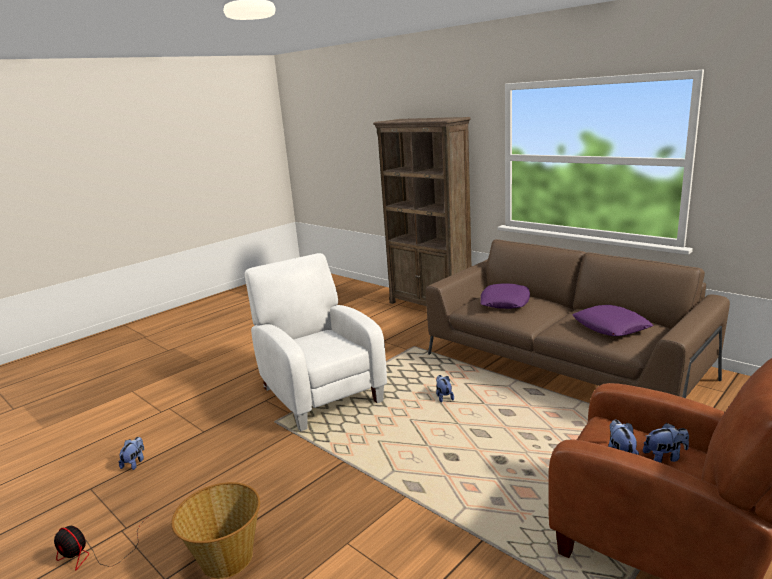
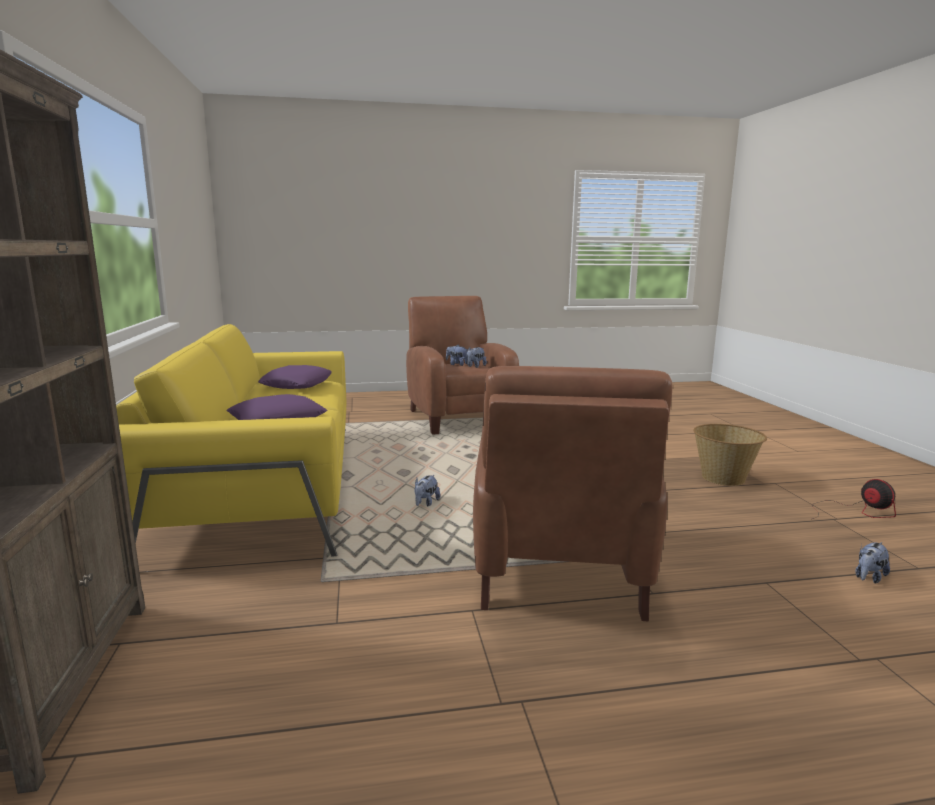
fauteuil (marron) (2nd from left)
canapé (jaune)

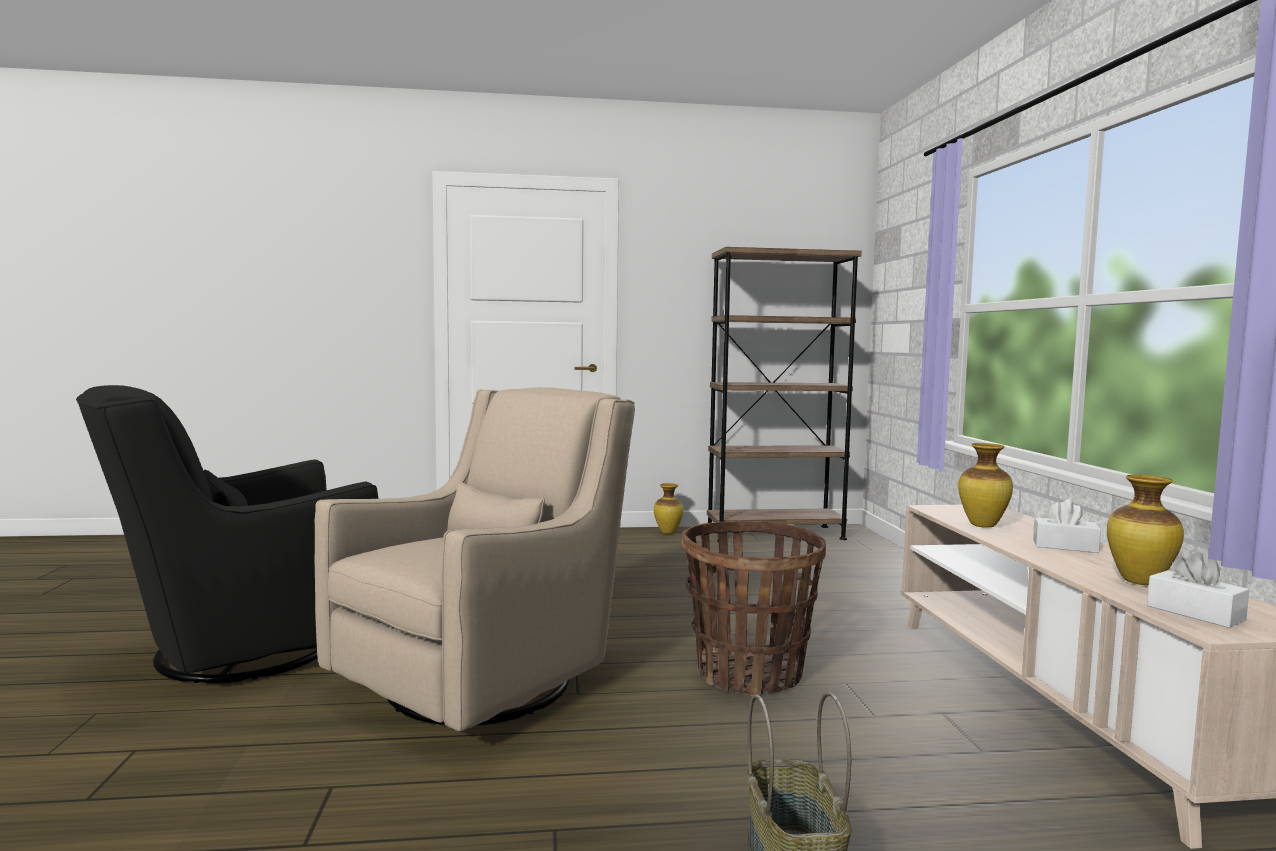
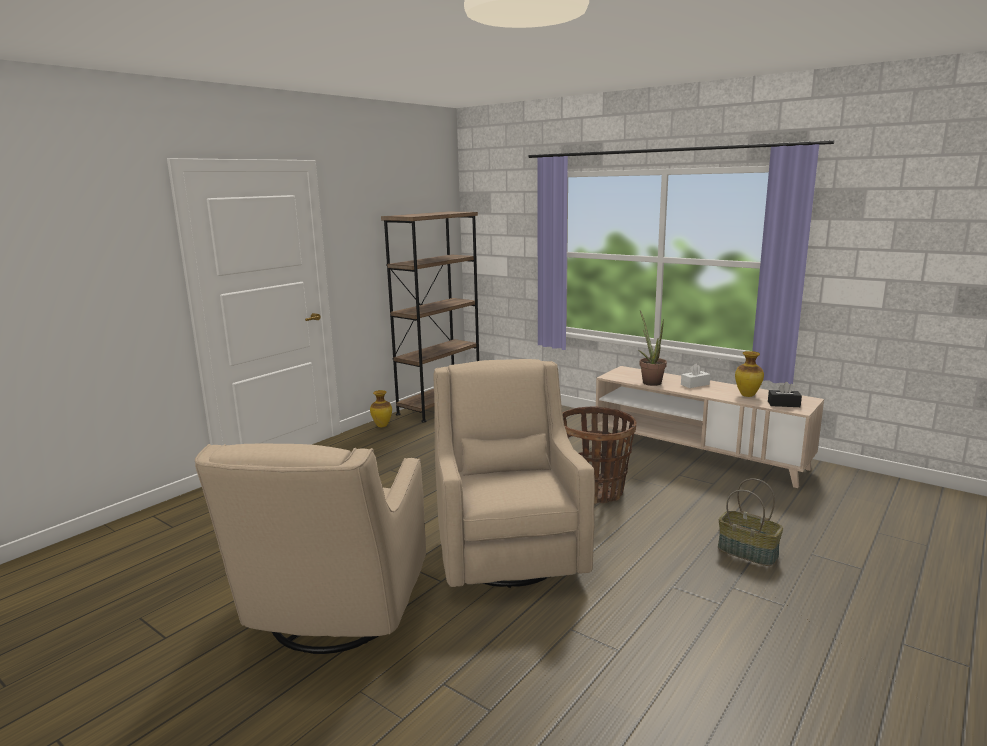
fauteuil (beige) (1st from left)
plante en pot
boîte à mouchoirs (noir)

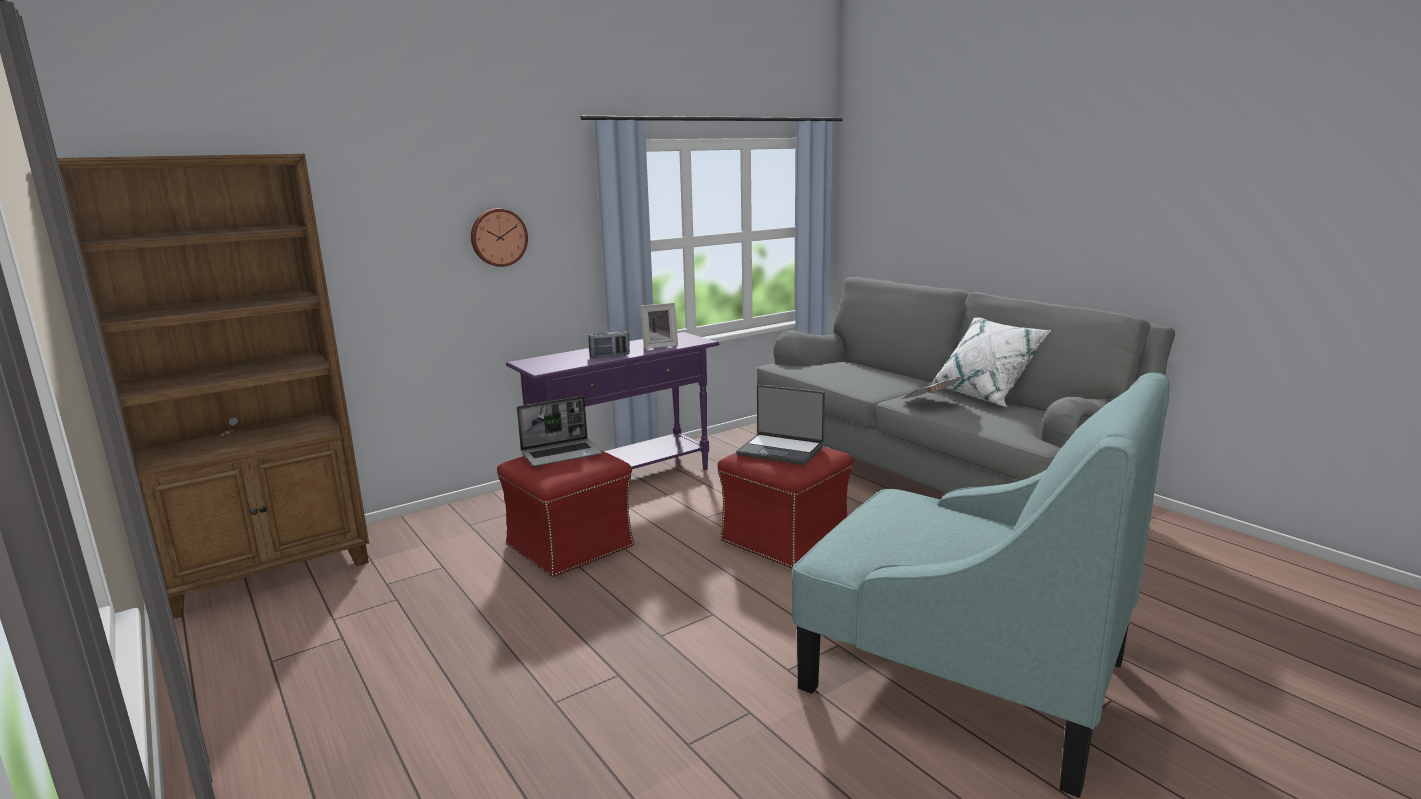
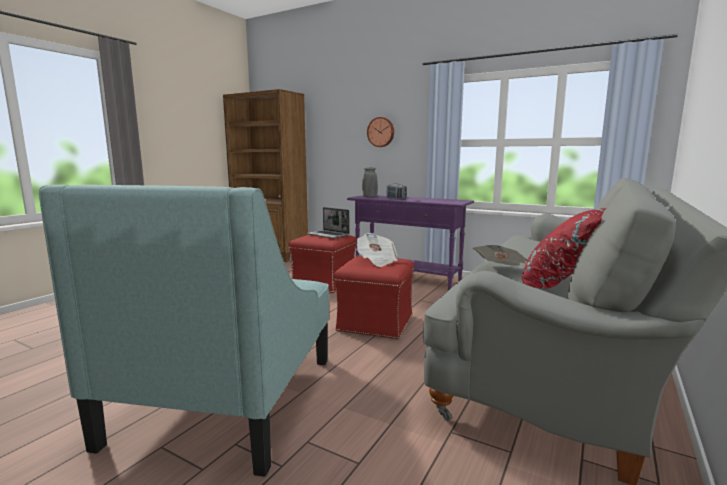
cadre photo
journal (1st from left)
coussin (rouge)
vase (gris)

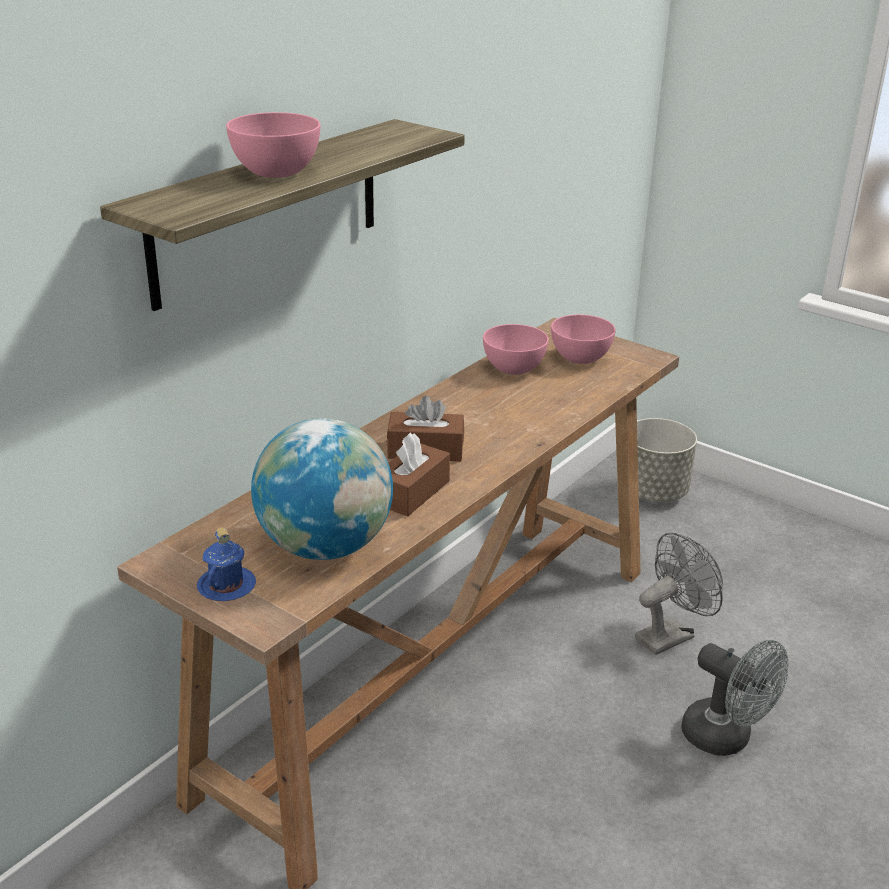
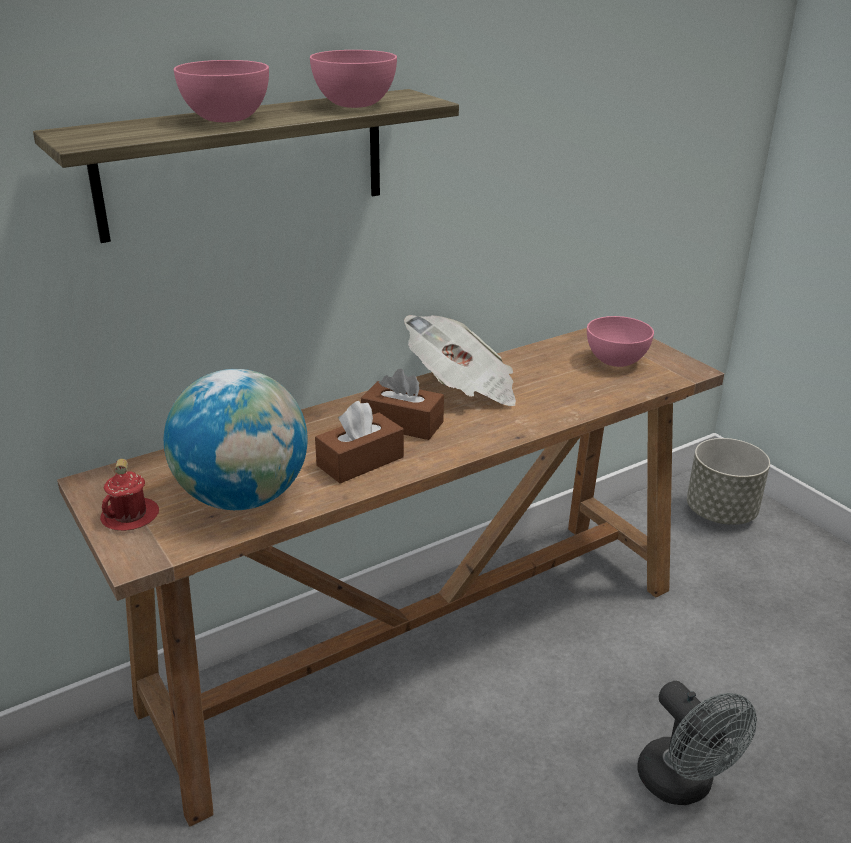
mug (rouge)
bol (rose) (2nd from left)
ventilateur (gris) (1st from left in the first image)
journal

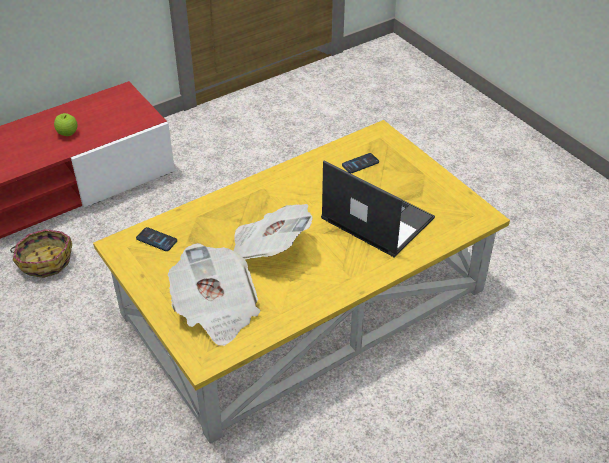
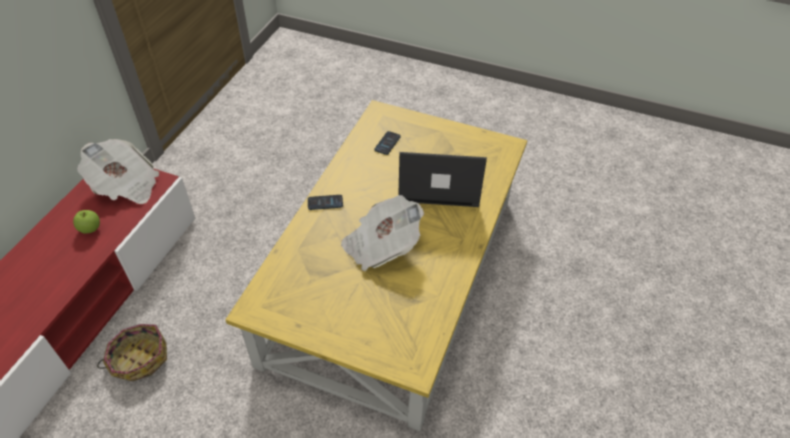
téléphone (1st from left)
journal (1st from left)

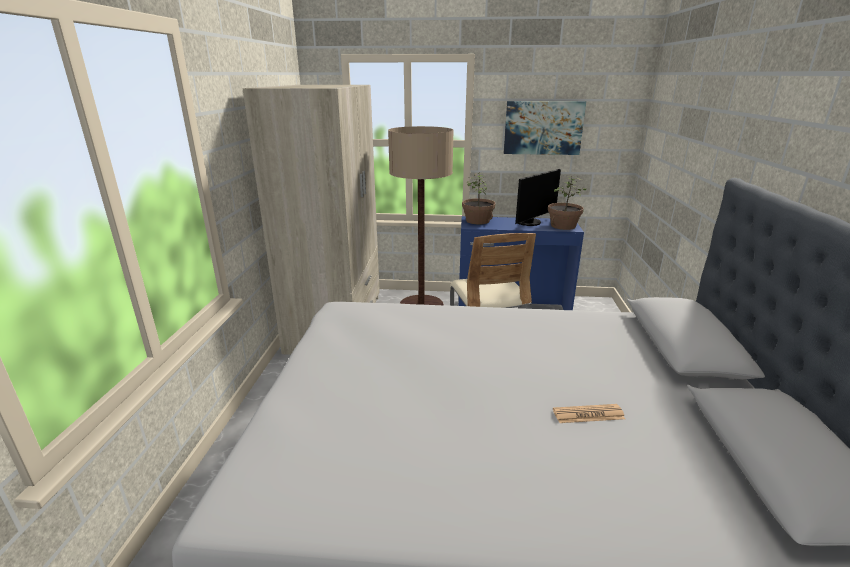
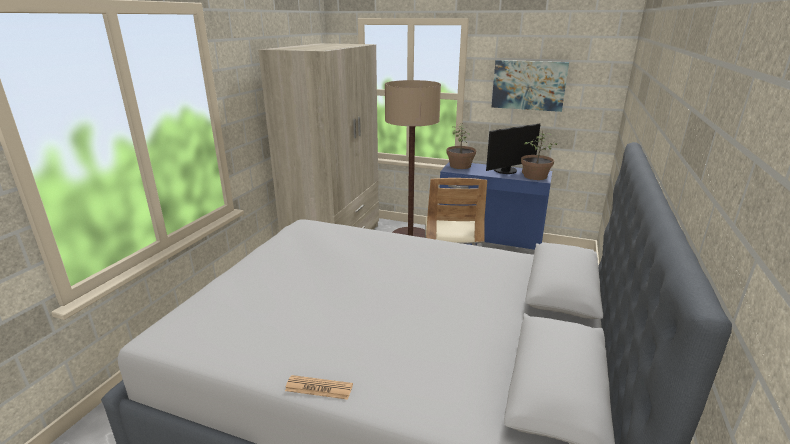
journal

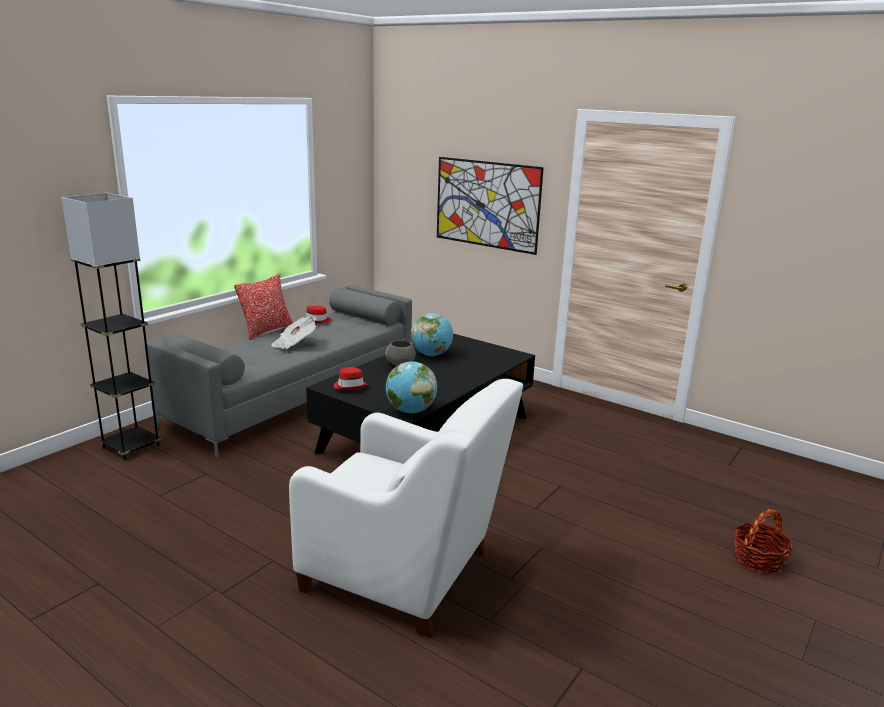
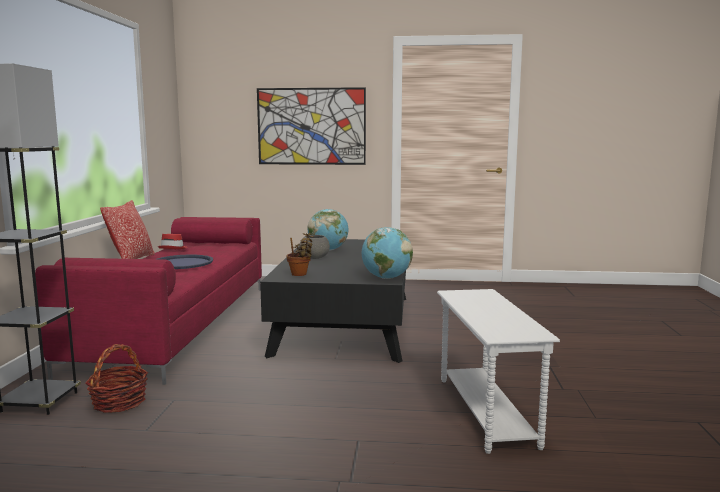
canapé (rouge)
plateau (bleu)
table d'appoint (blanc)
plante en pot
panier

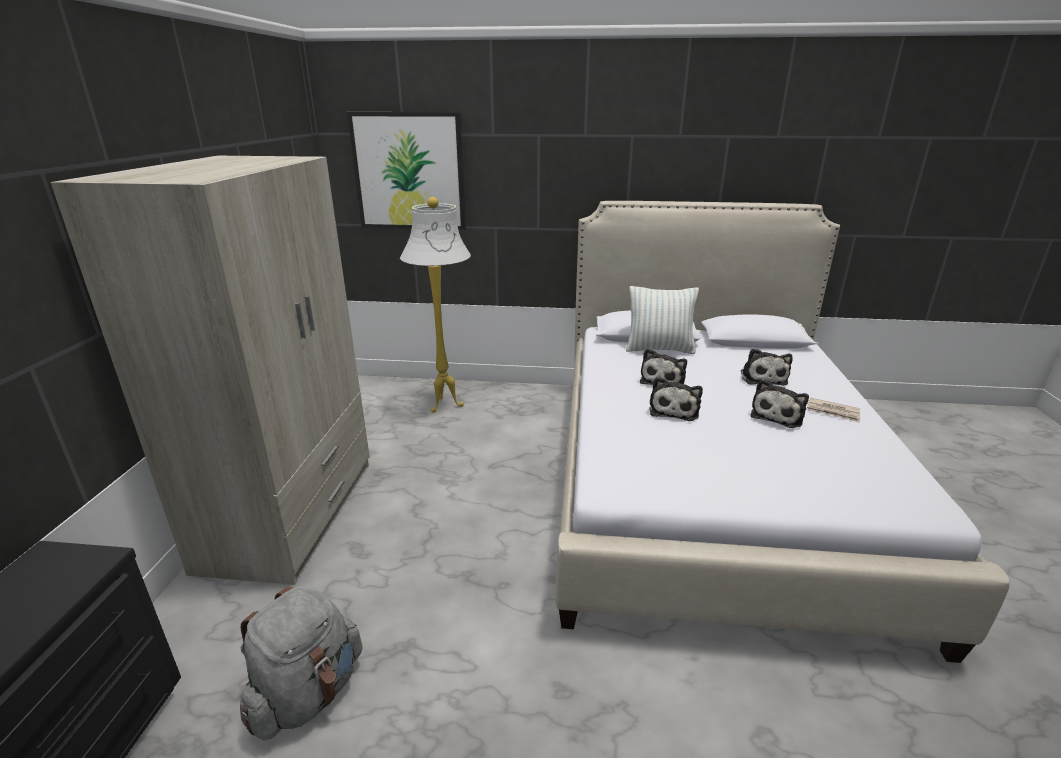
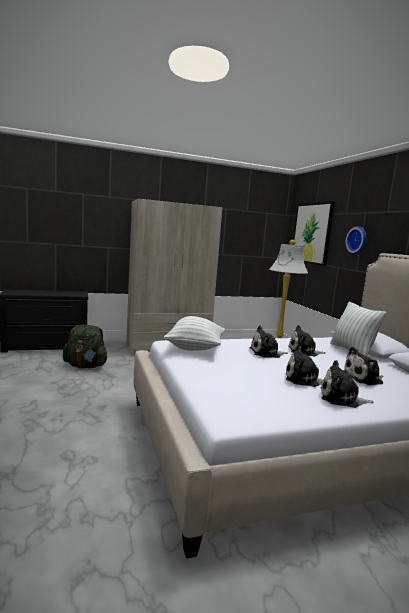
sac à dos (vert)
peluche (4th from left)
coussin (1st from left)
horloge murale

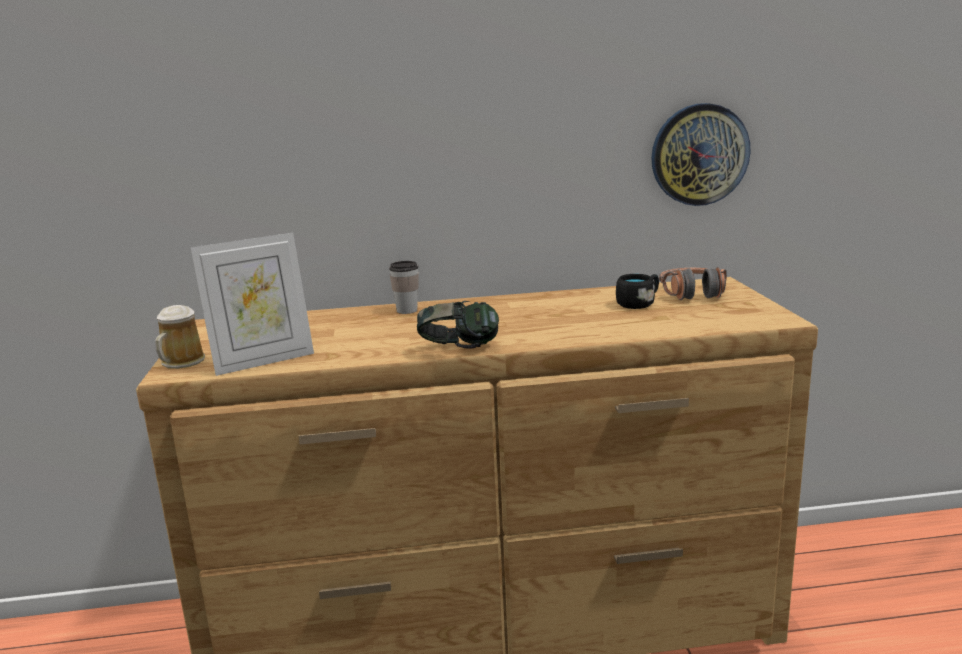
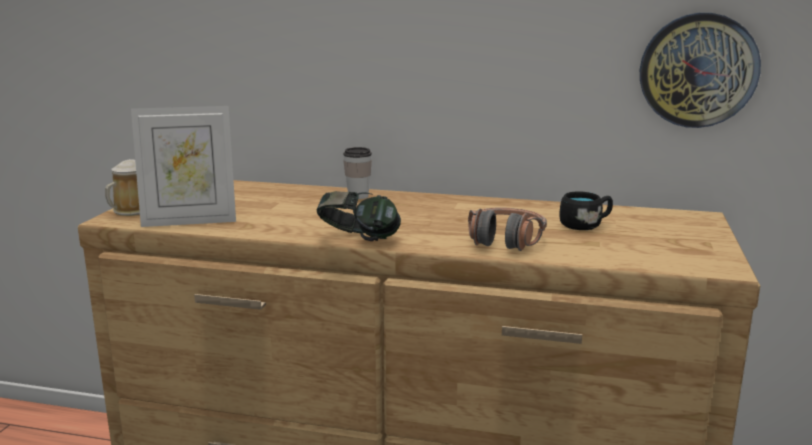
casque audio (2nd from left)

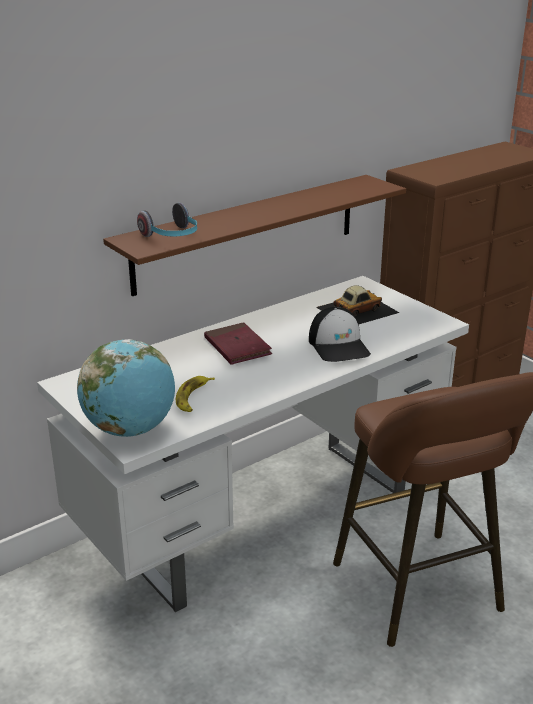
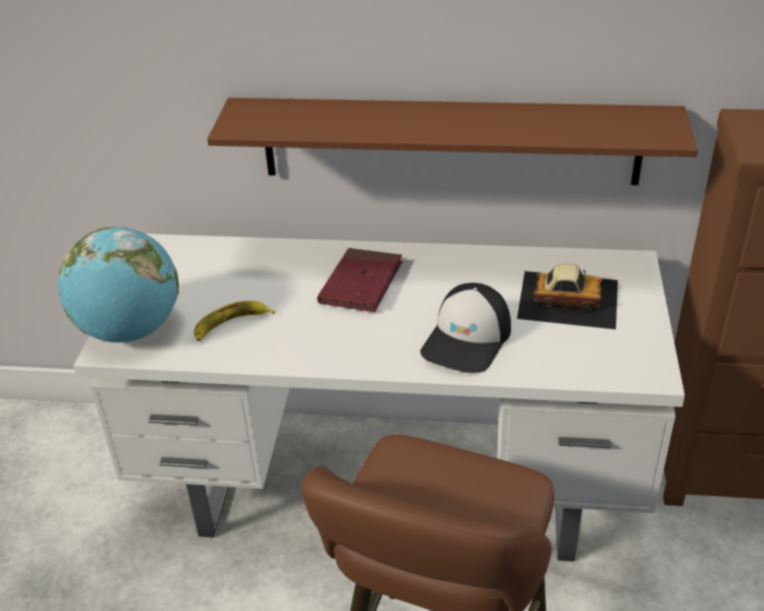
casque audio

